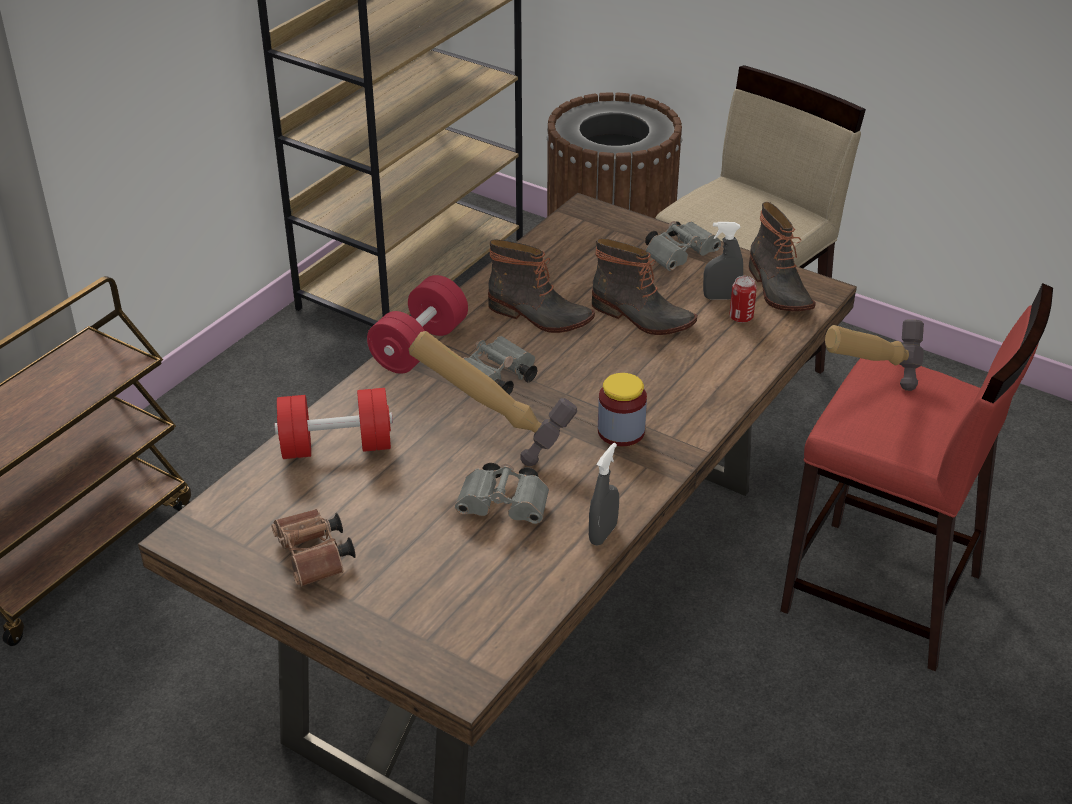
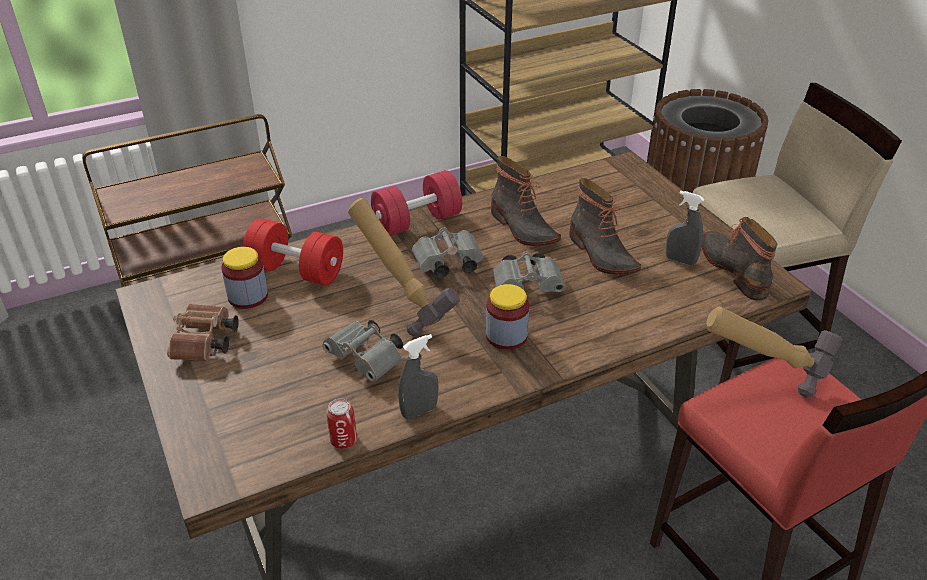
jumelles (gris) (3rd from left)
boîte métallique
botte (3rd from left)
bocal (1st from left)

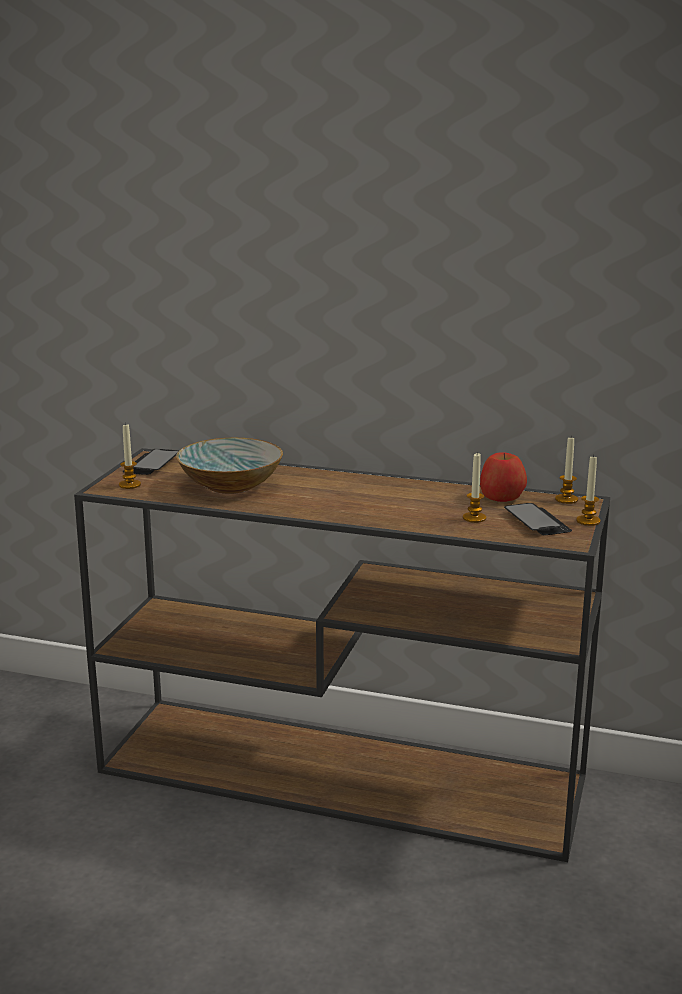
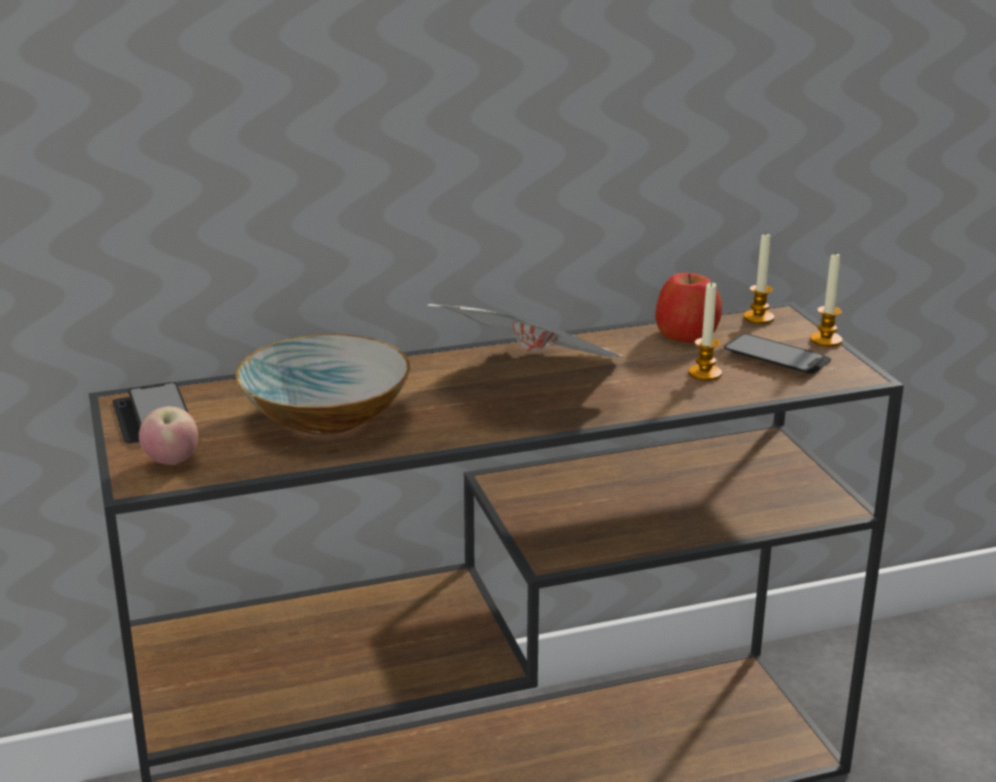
pomme (1st from left)
journal

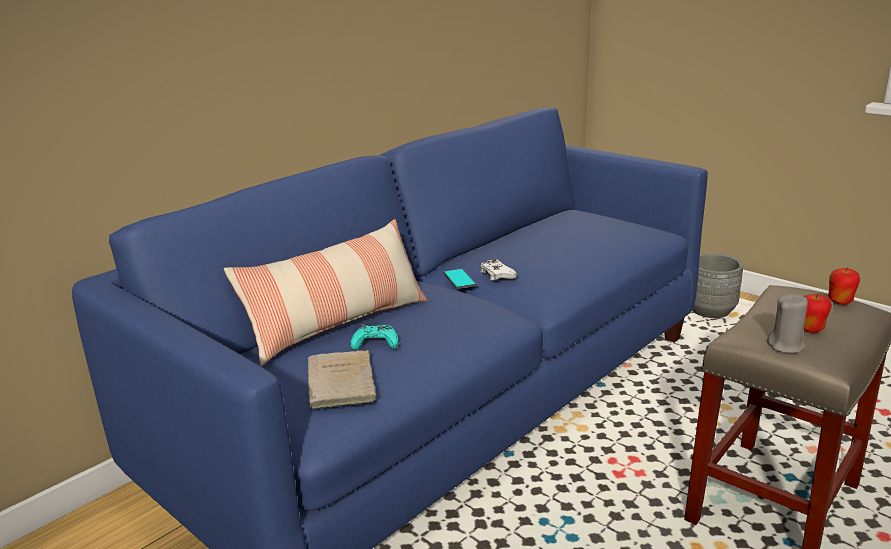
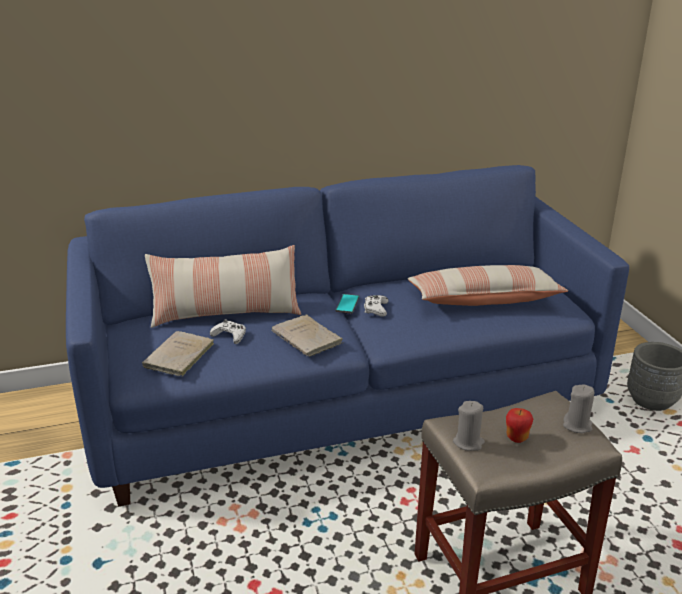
manette (blanc) (1st from left)
bougie (gris) (2nd from left)
livre (beige) (2nd from left)
coussin (2nd from left)

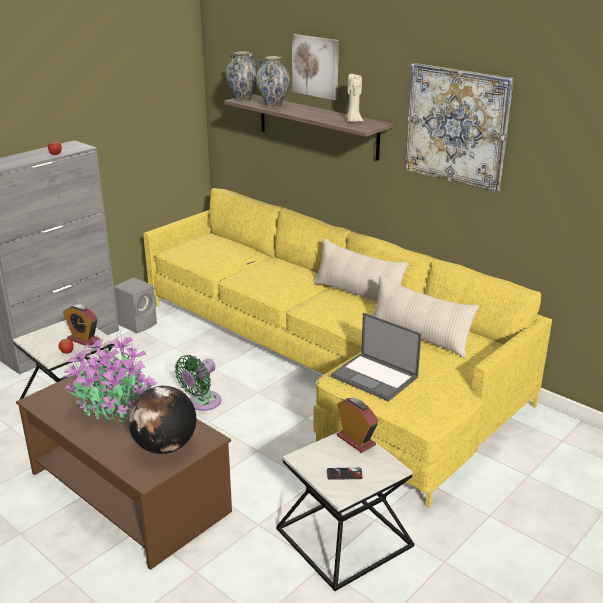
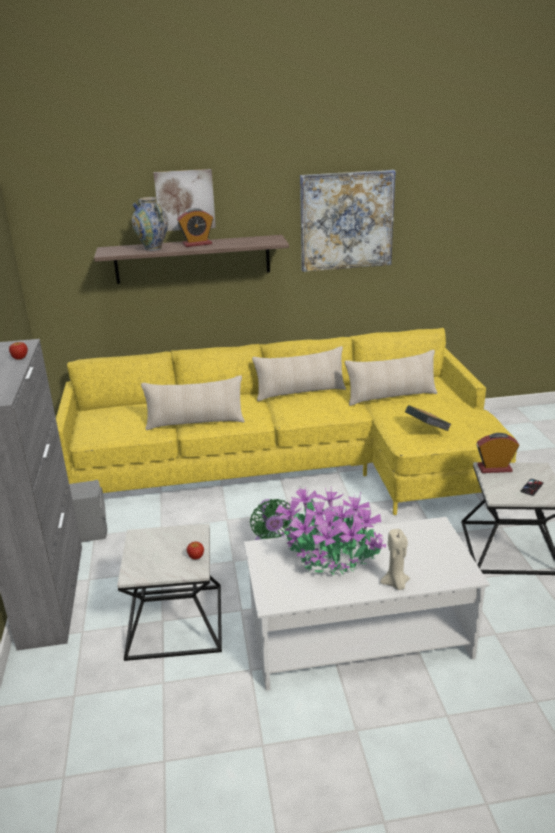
table basse (blanc)
réveil (1st from left)
globe
vase (1st from left in the first image)
livre
bougie (beige)
coussin (beige) (1st from left)

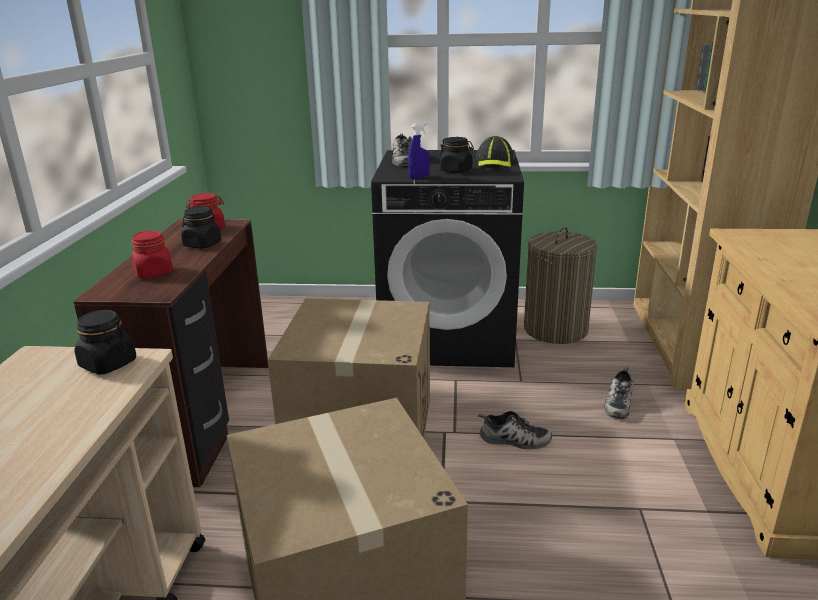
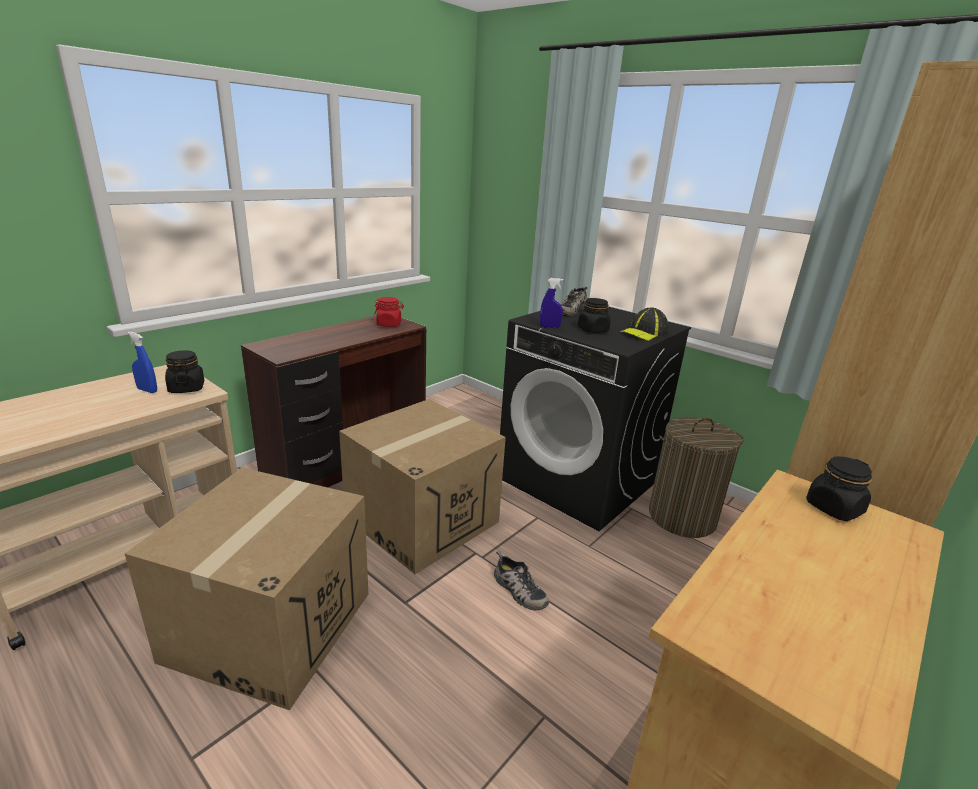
bocal (rouge) (1st from left in the first image)
bocal (noir) (3rd from left)
chaussure (3rd from left in the first image)
vaporisateur (bleu) (1st from left)

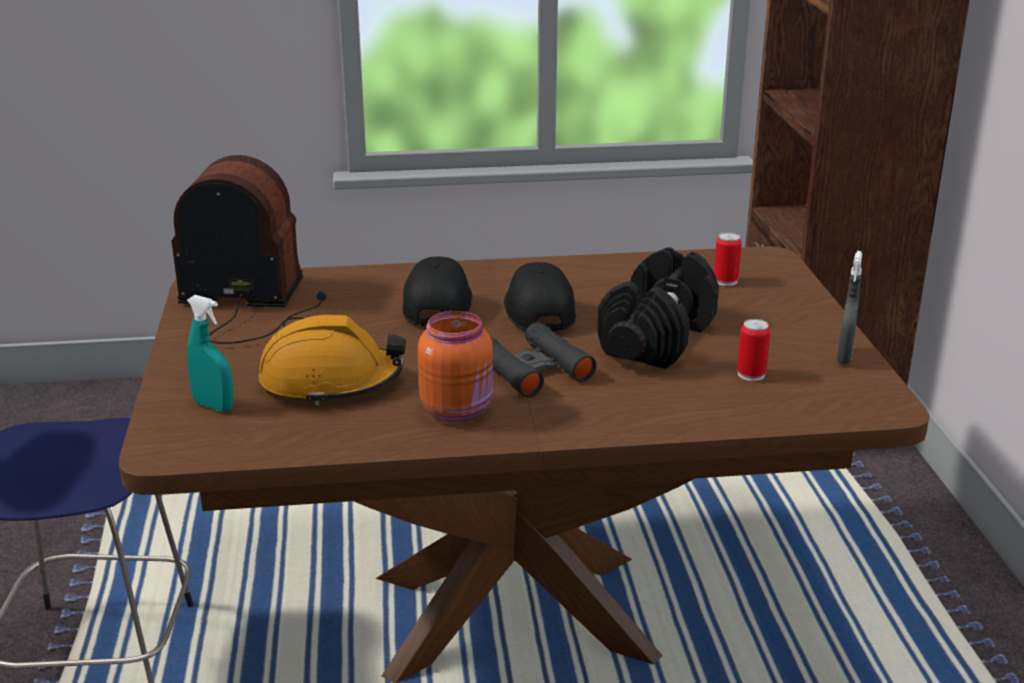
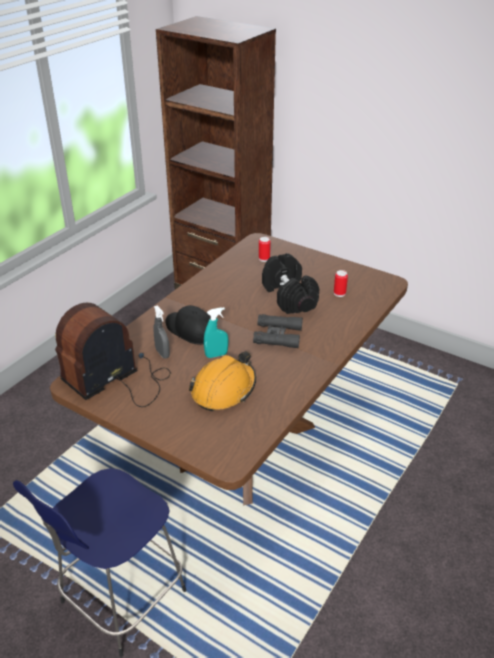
vaporisateur (turquoise)
bocal (orange)
casquette (noir) (2nd from left in the first image)
vaporisateur (gris)

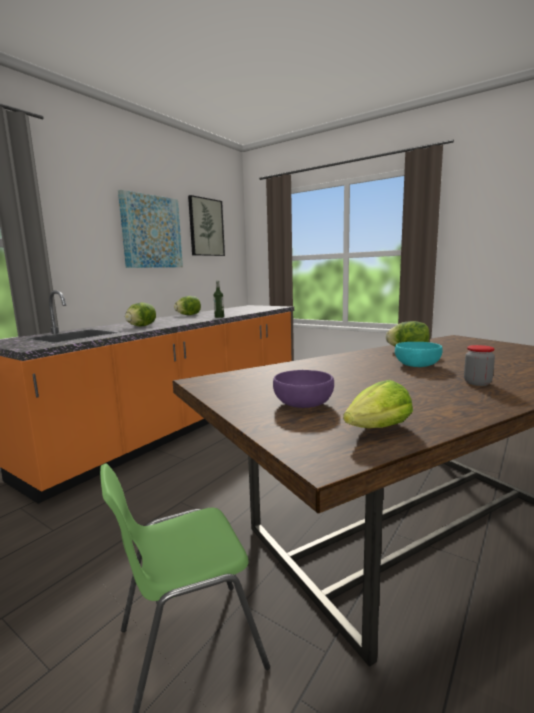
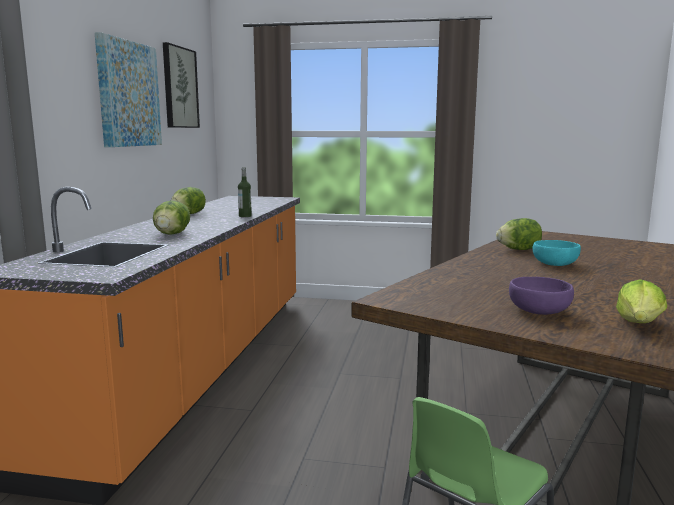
bocal

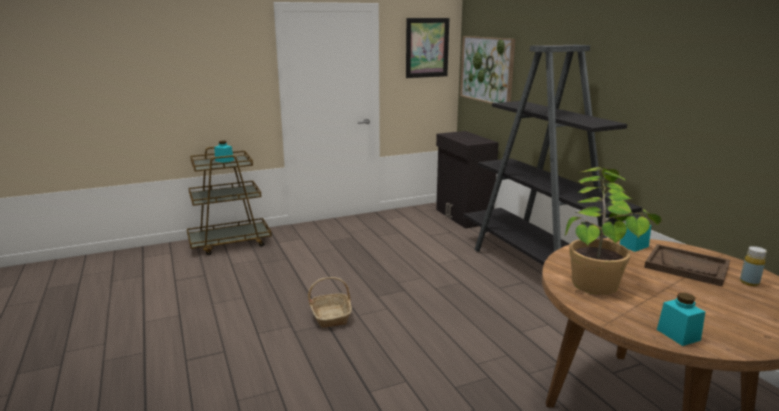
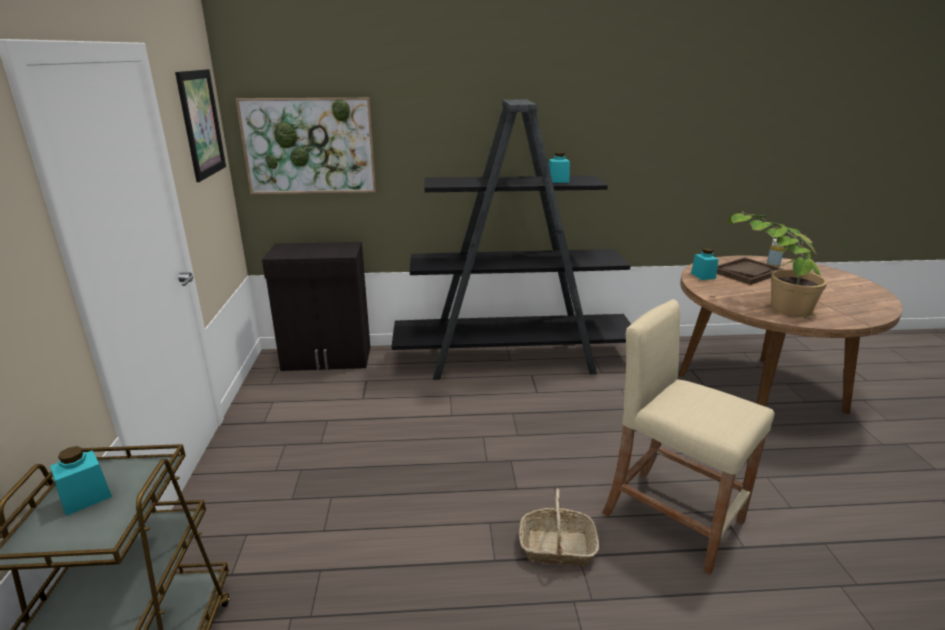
bocal (turquoise) (2nd from left)
tabouret (beige)

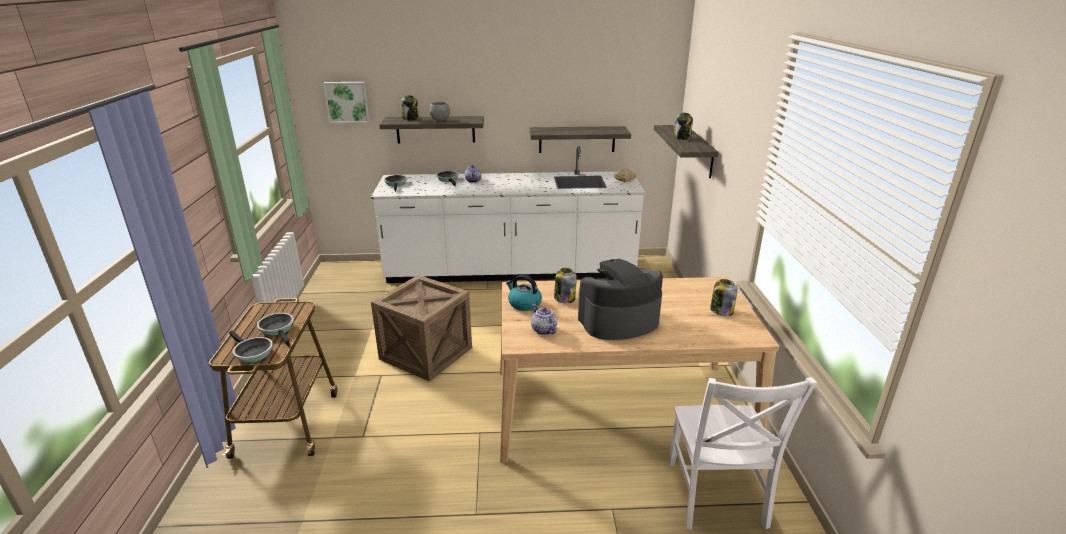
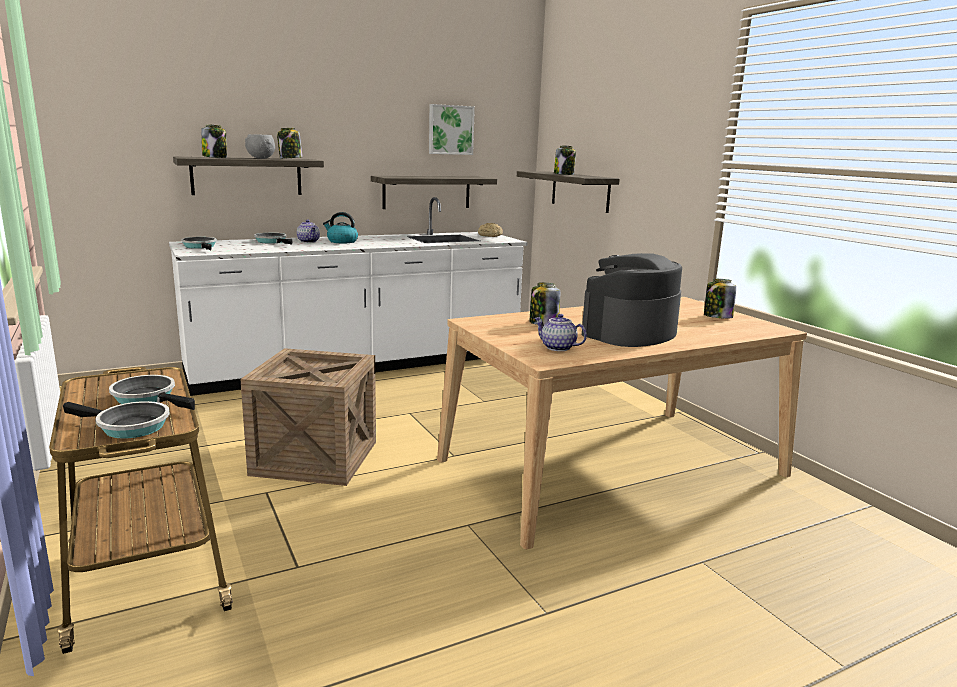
tableau
bouilloire
chaise (blanc)
bocal (2nd from left)

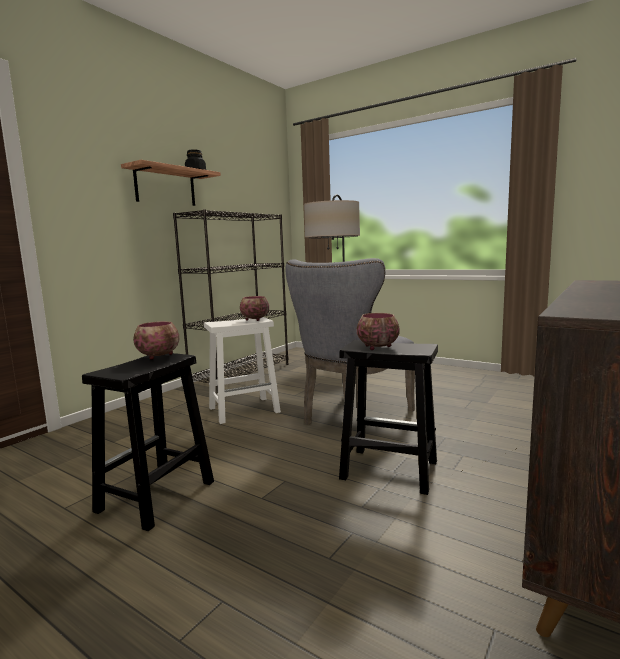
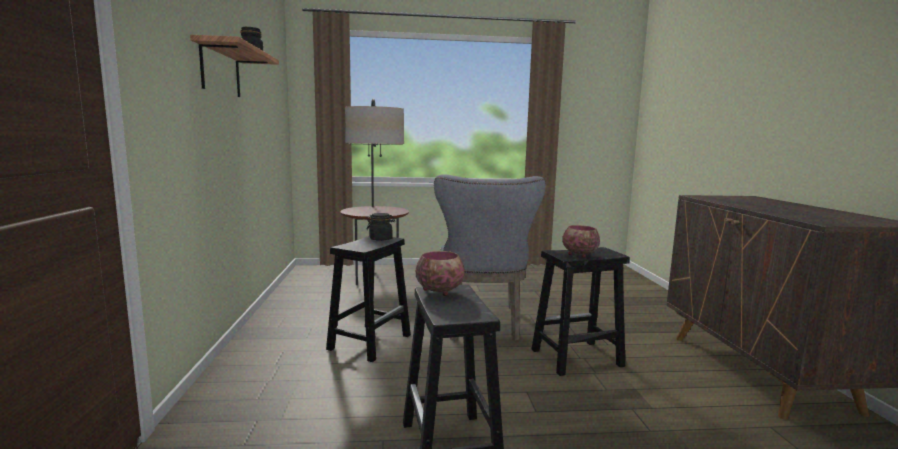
bibliothèque (noir)
tabouret (noir) (1st from left)
bocal (noir) (2nd from left)

